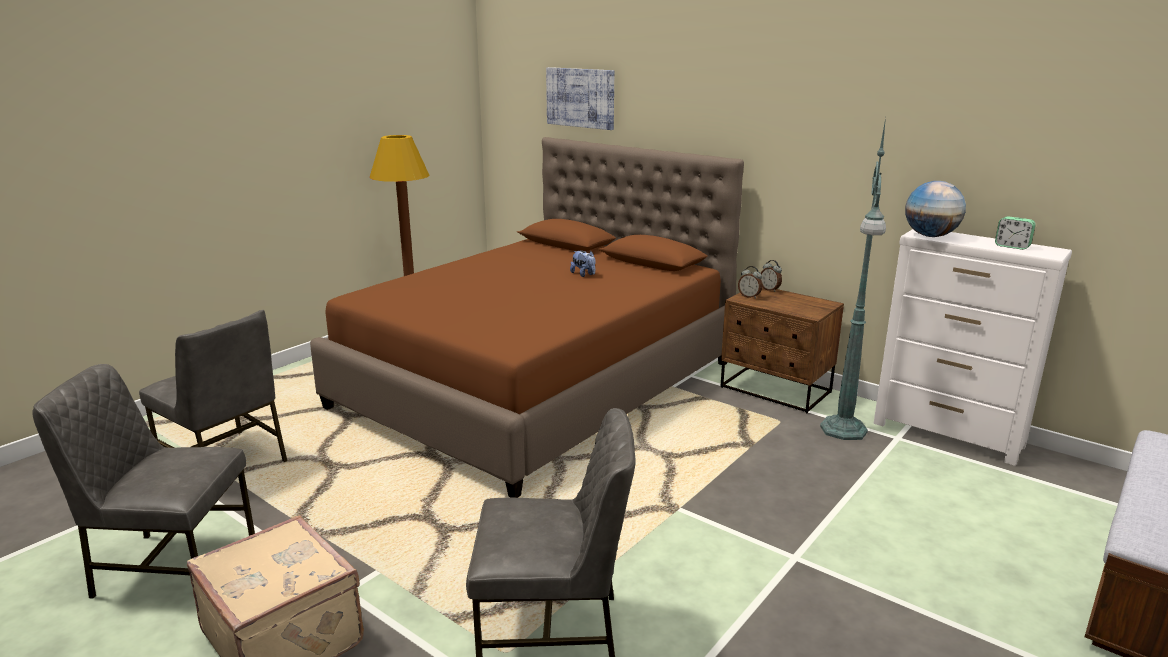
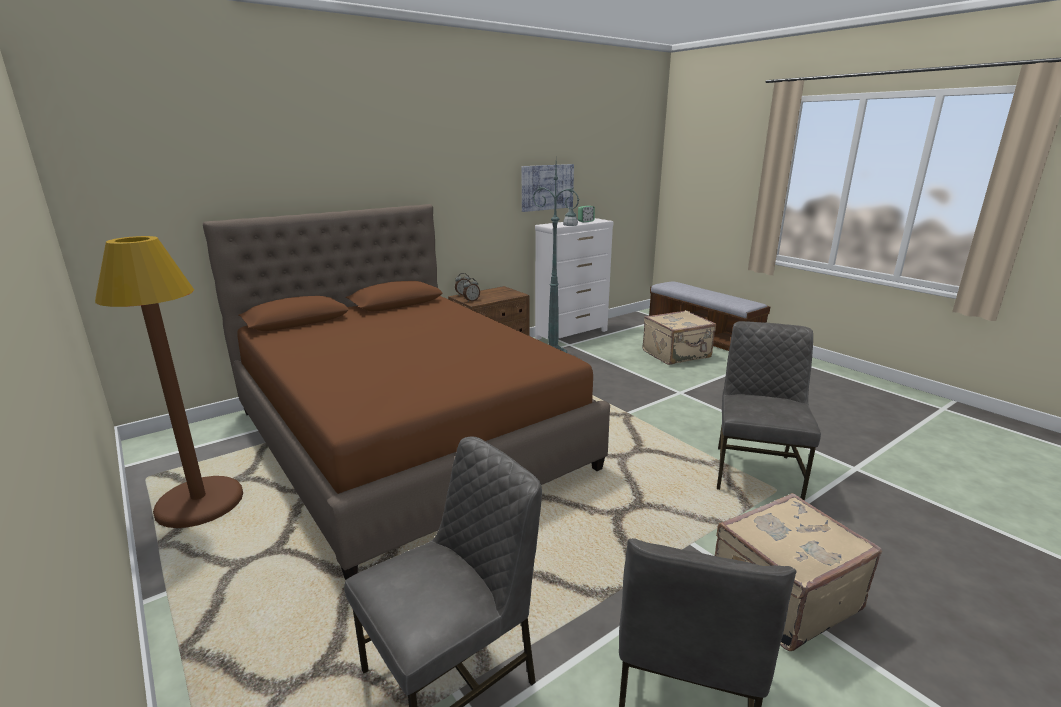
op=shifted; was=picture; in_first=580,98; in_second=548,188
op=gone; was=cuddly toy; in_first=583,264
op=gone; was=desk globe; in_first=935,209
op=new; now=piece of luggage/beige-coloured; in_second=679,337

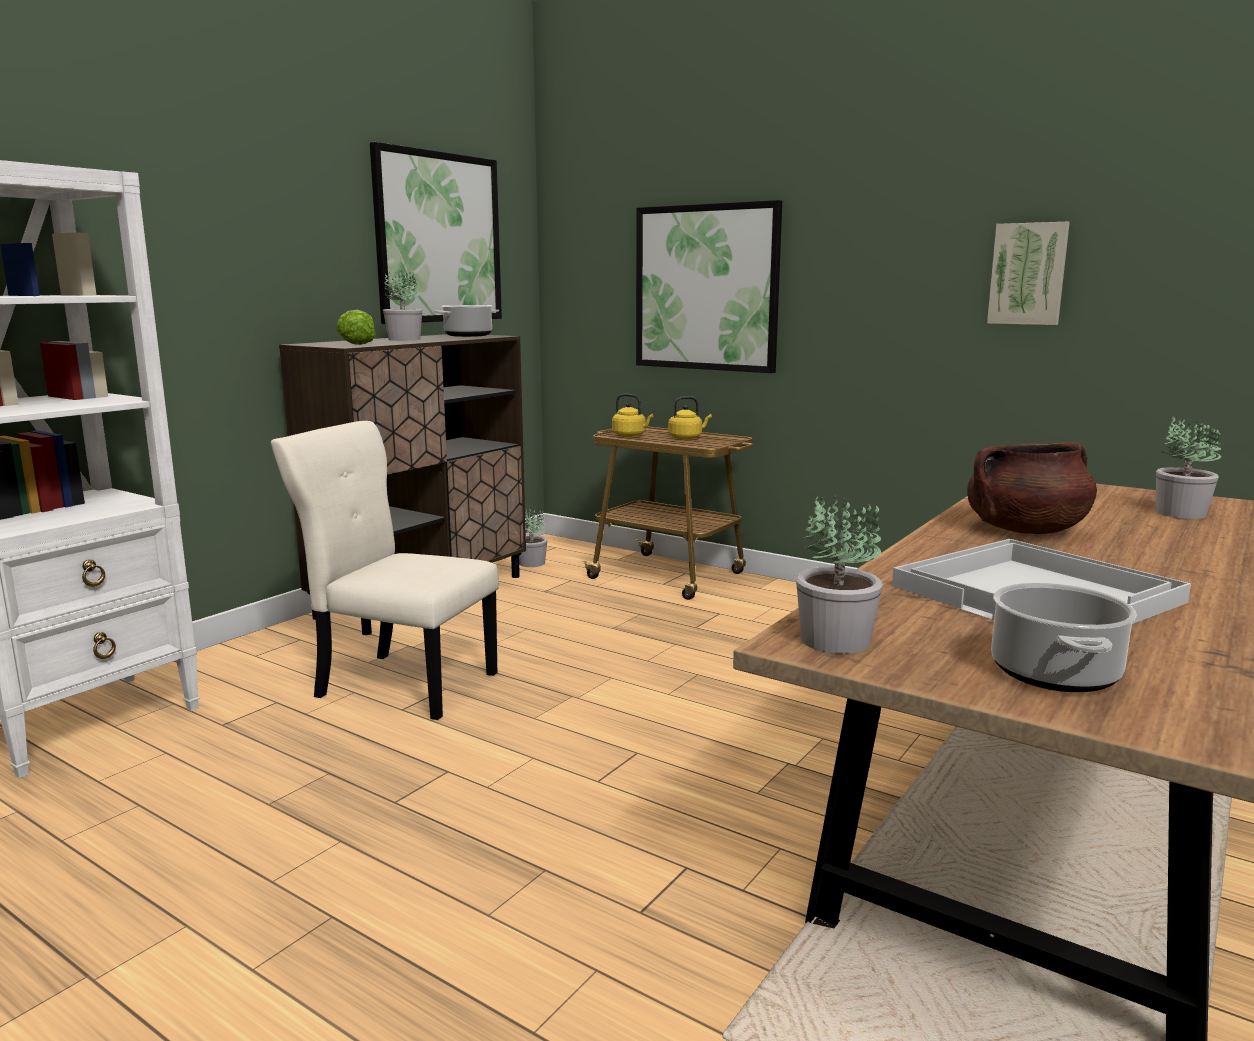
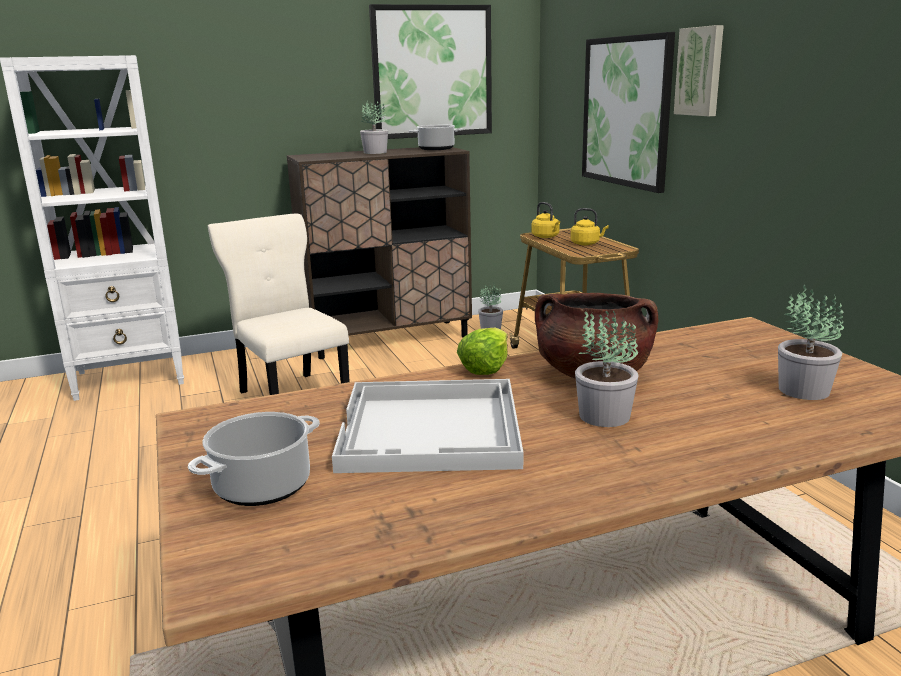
op=shifted; was=lettuce; in_first=356,327; in_second=482,351
op=shifted; was=houseplant; in_first=839,575; in_second=607,369
op=shifted; was=picture; in_first=1028,273; in_second=699,70

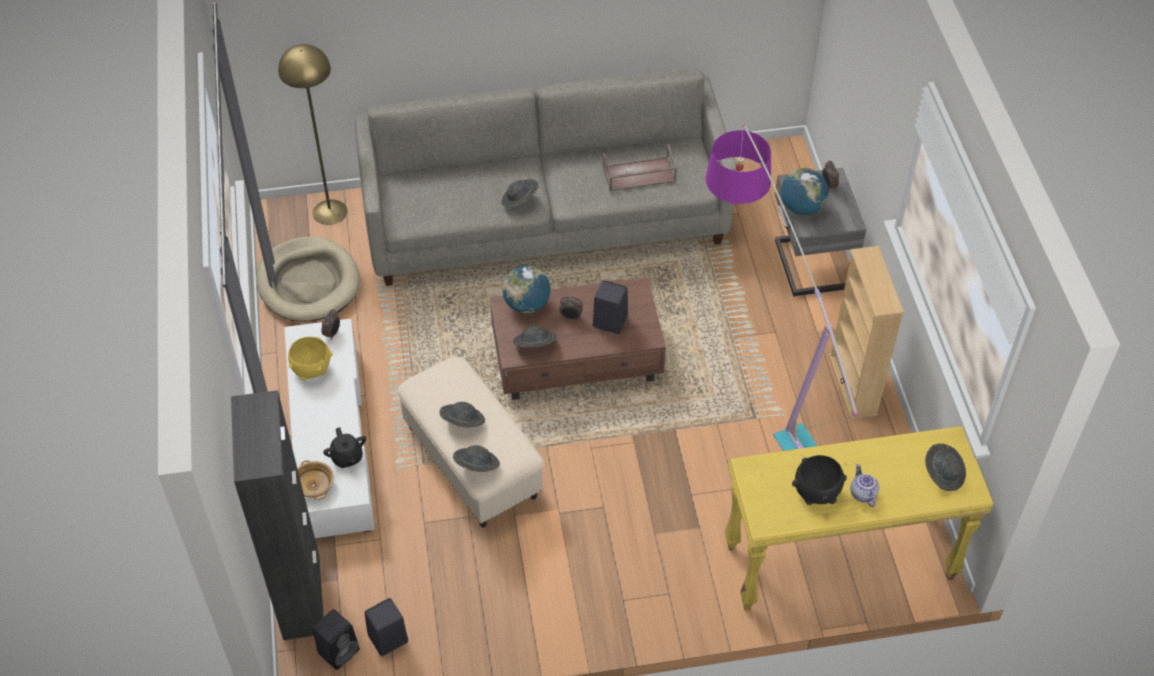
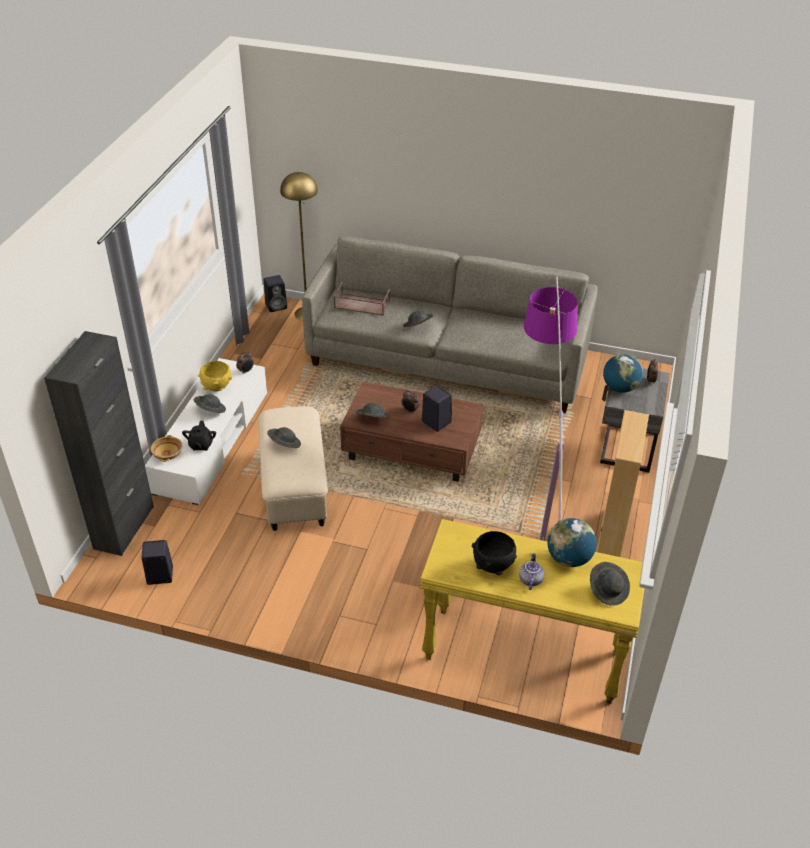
op=gone; was=dog bed/beige-coloured; in_first=308,279
op=shifted; was=loudspeaker/blackish; in_first=335,639; in_second=275,293
op=shifted; was=wearable hat/grey; in_first=476,458; in_second=210,403
op=shifted; was=desk globe; in_first=526,290; in_second=572,542
op=shifted; was=tray/brown-coloured; in_first=640,167; in_second=362,299

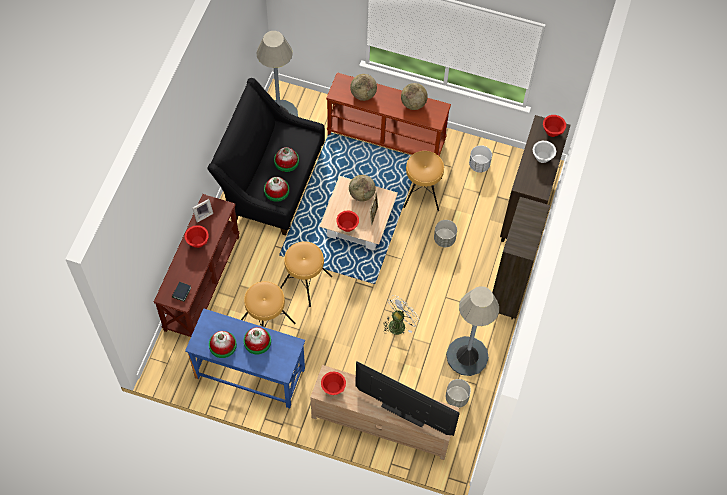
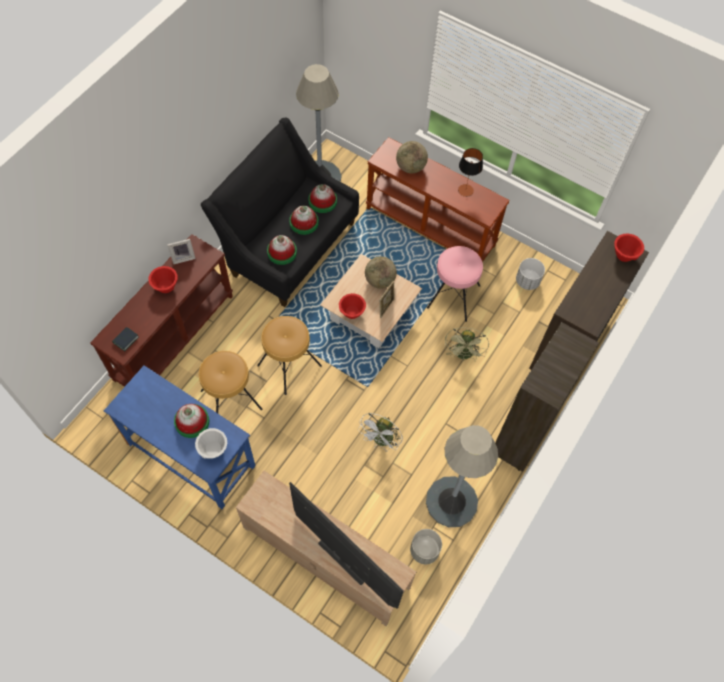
op=shifted; was=wearable hat; in_first=223,344; in_second=323,198
op=gone; was=serving bowl/red-coloured; in_first=333,383
op=rotated; was=fan/whitish; in_first=401,315; in_second=380,432; clockwise=150
op=swapped; was=desk globe; now=tabletop lamp; in_first=414,96; in_second=470,172
op=repainted; was=stool/brown-coloured; now=stool/pinkish; in_first=423,181; in_second=455,284
op=swapped; was=flower pot/grey; now=fan/greenish; in_first=445,233; in_second=466,344
op=shifted; was=serving bowl/whitish; in_first=544,152; in_second=211,443

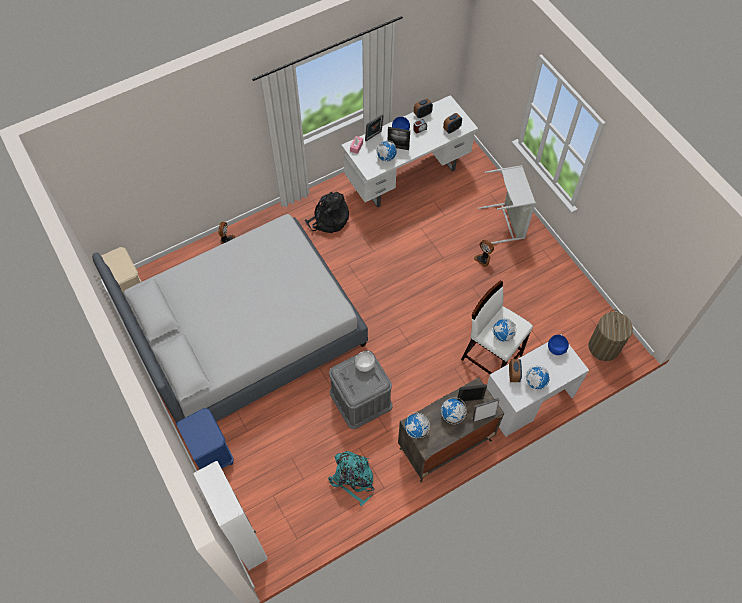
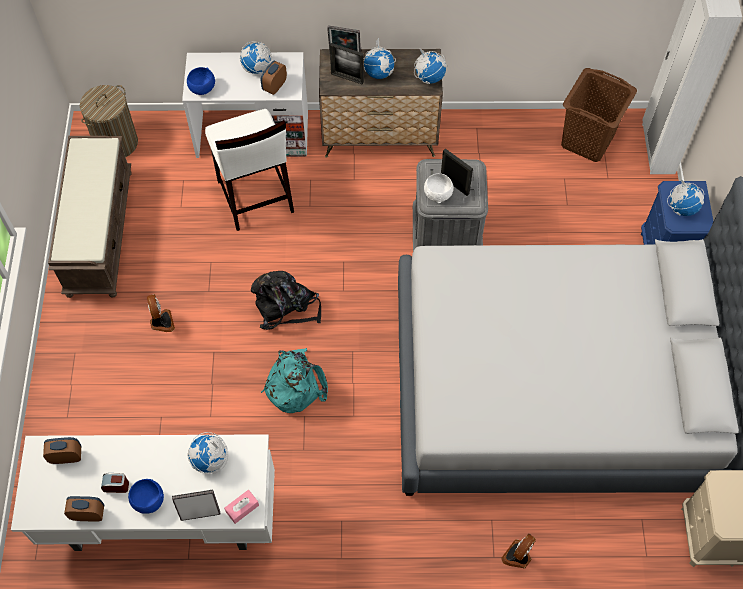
op=shifted; was=knapsack/blackish; in_first=327,212; in_second=286,300
op=shifted; was=knapsack/blue-green; in_first=351,478; in_second=294,380
op=shifted; was=photo frame; in_first=399,138; in_second=457,172
op=gone; was=laundry basket/grey; in_first=506,204
op=shifted; was=desk globe; in_first=504,330; in_second=685,197
op=new; now=long seat/brown-coloured; in_second=90,217
op=new; now=laundry basket/brown-coloured; in_second=599,115

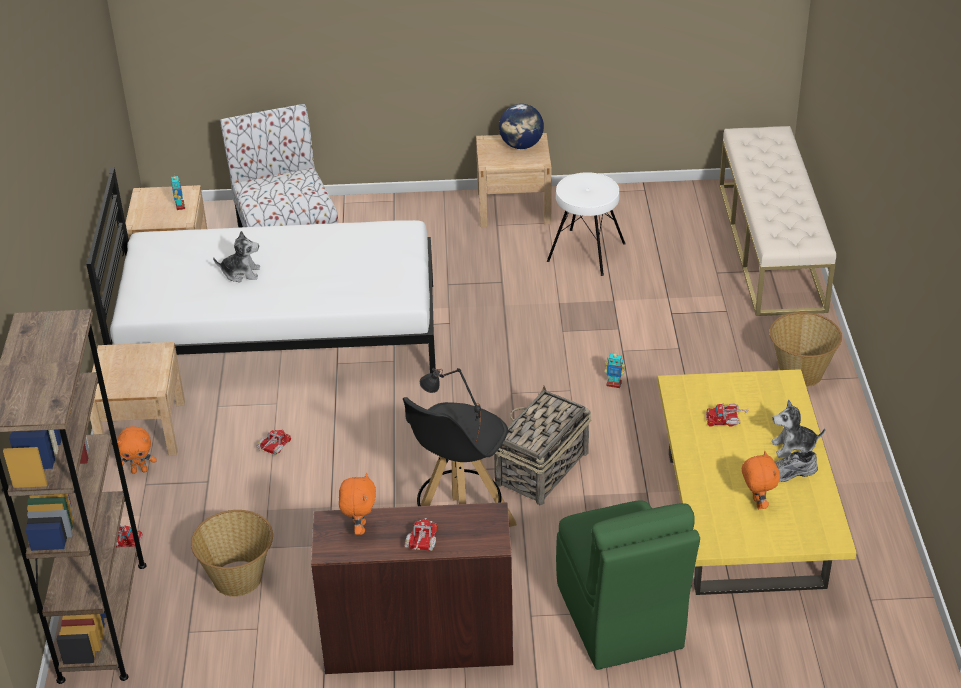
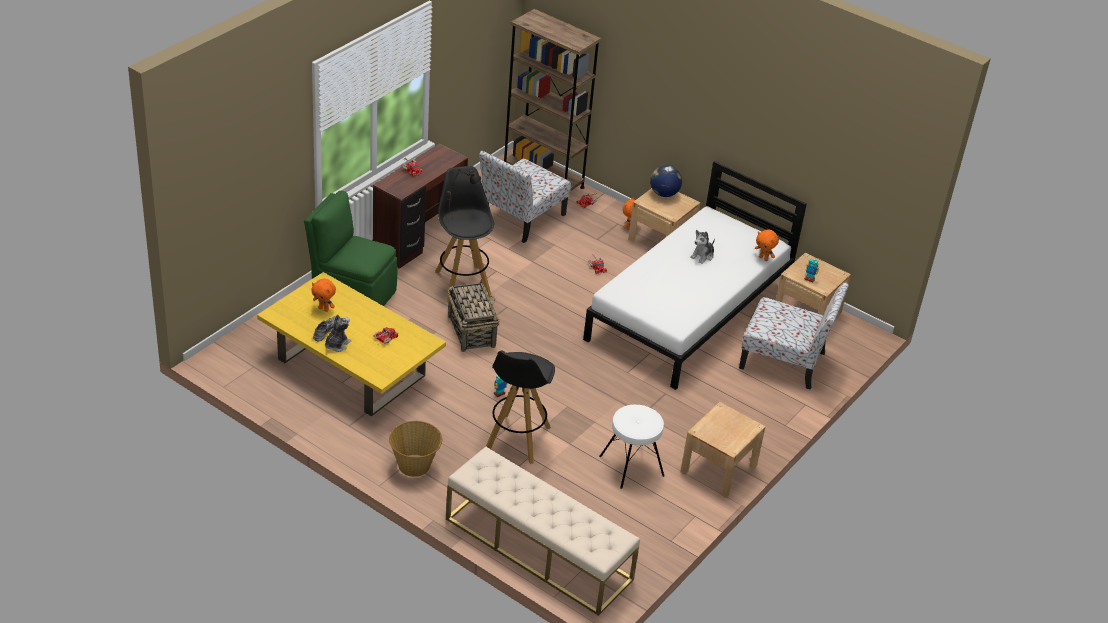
op=swapped; was=household basket; now=upright chair; in_first=232,553; in_second=525,197
op=shifted; was=cuddly toy/orange; in_first=357,504; in_second=767,245
op=shifted; was=desk globe; in_first=521,126; in_second=666,181
op=new; now=stool/blackish; in_second=520,407

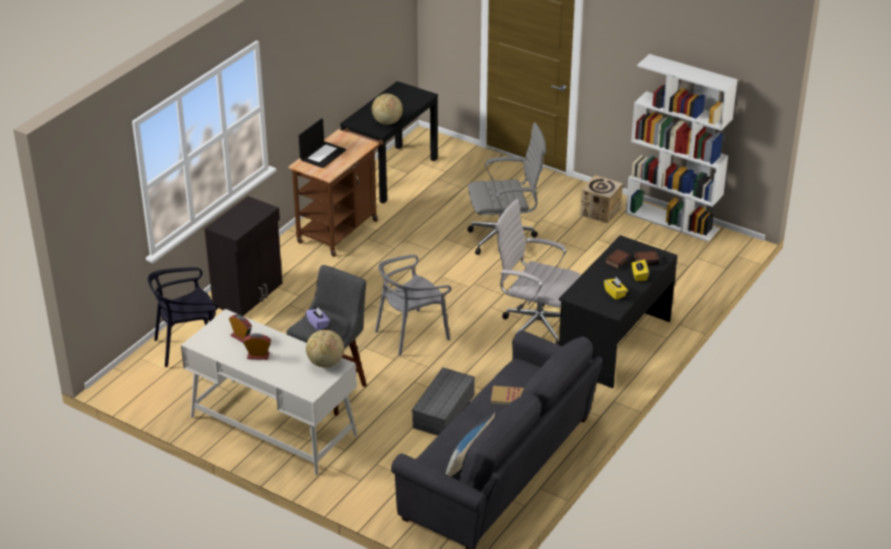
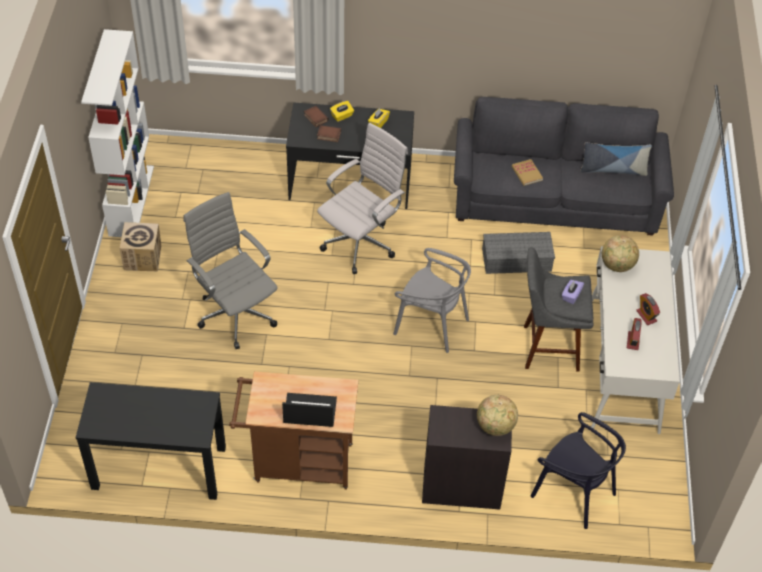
op=shifted; was=desk globe; in_first=387,109; in_second=497,415
op=rotated; was=computer chair/whitish; in_first=538,272; in_second=362,198; clockwise=-135

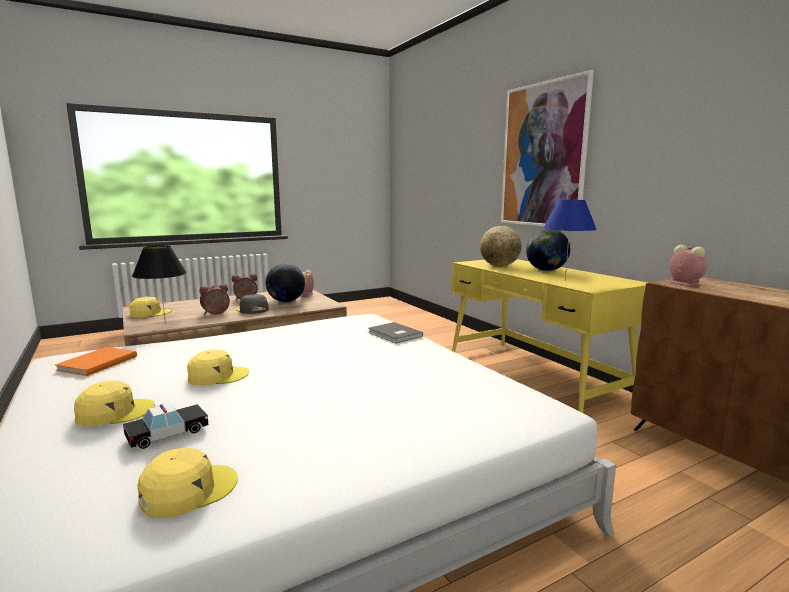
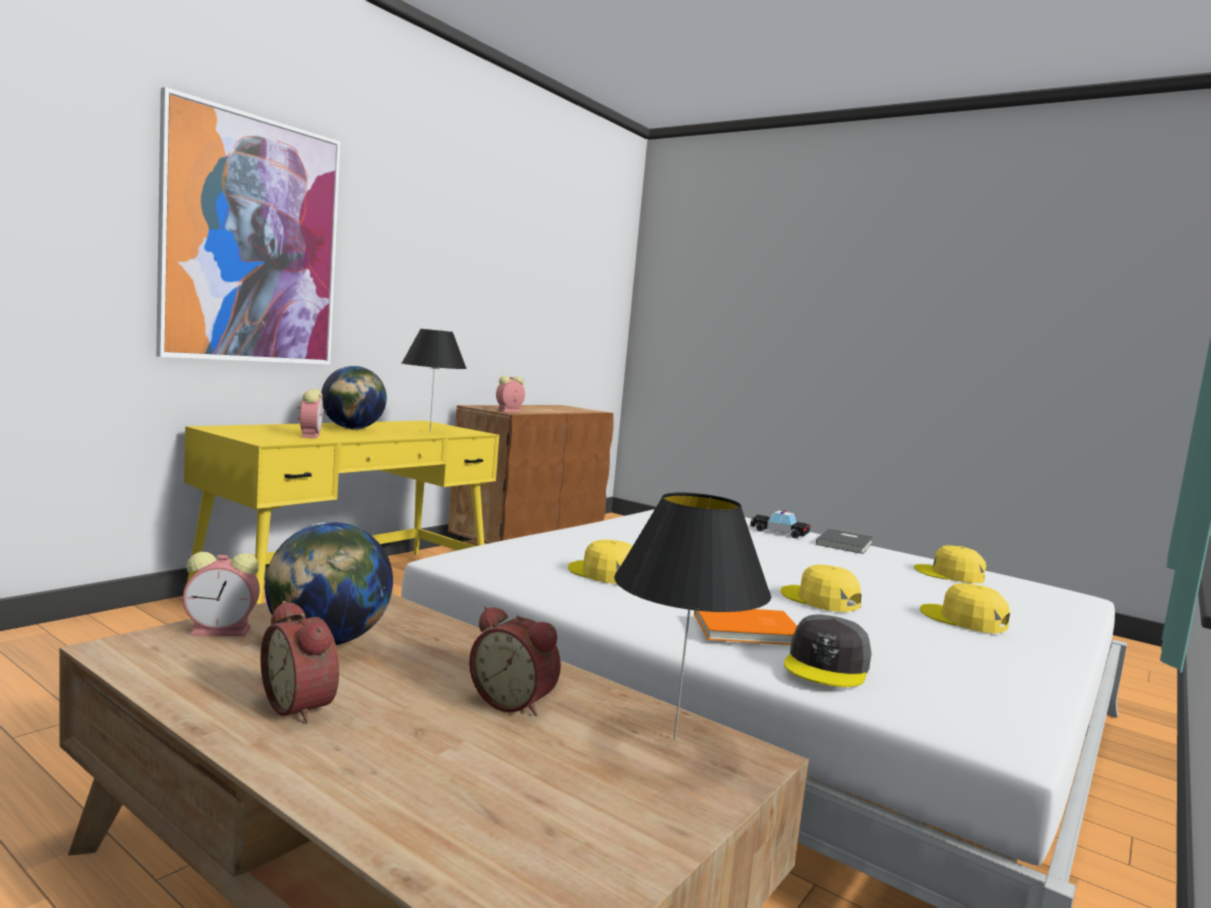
op=shifted; was=bound book/orange; in_first=96,361; in_second=745,627
op=shifted; was=model car; in_first=165,426; in_second=780,524
op=shifted; was=peaked cap/yellow-coloured; in_first=150,307; in_second=600,562
op=shifted; was=peaked cap/grey; in_first=252,304; in_second=828,650
op=shifted; was=bound book/grey; in_first=395,333; in_second=845,541
op=swapped; was=desk globe; now=bedside clock; in_first=501,246; in_second=310,413
op=repainted; was=tabletop lamp/blue; now=tabletop lamp/blackish; in_first=570,240; in_second=434,380

